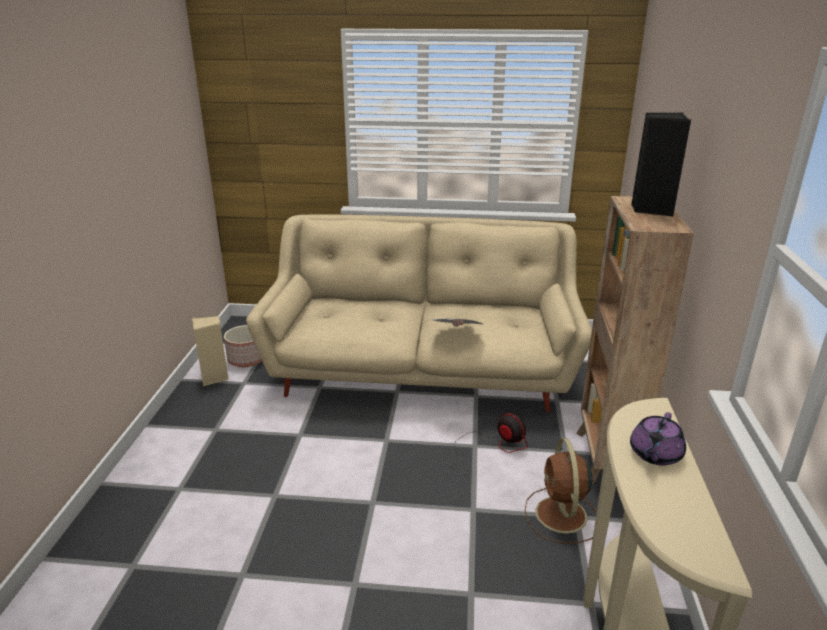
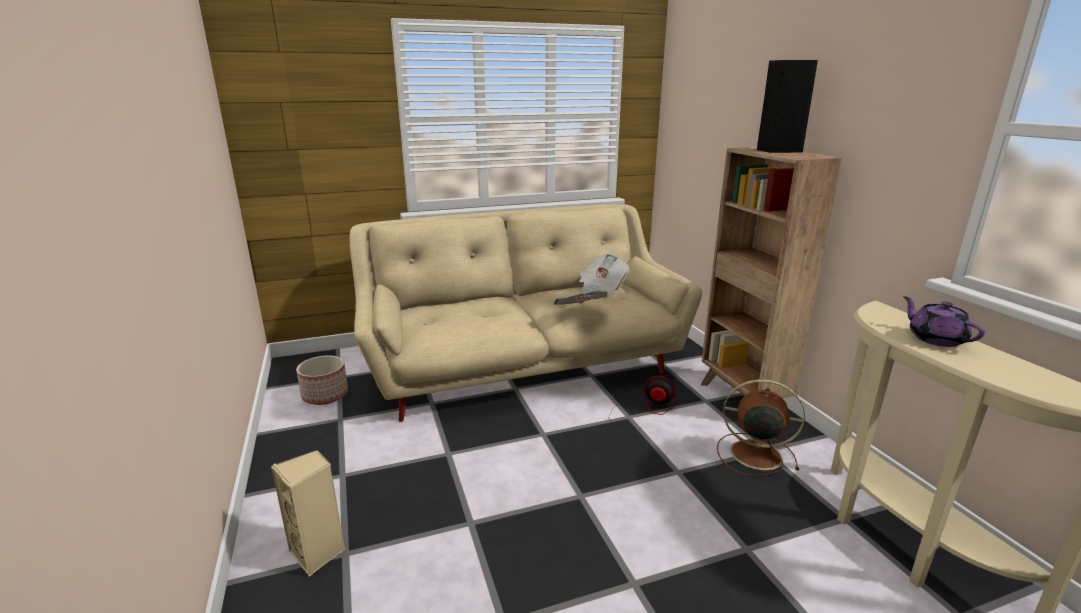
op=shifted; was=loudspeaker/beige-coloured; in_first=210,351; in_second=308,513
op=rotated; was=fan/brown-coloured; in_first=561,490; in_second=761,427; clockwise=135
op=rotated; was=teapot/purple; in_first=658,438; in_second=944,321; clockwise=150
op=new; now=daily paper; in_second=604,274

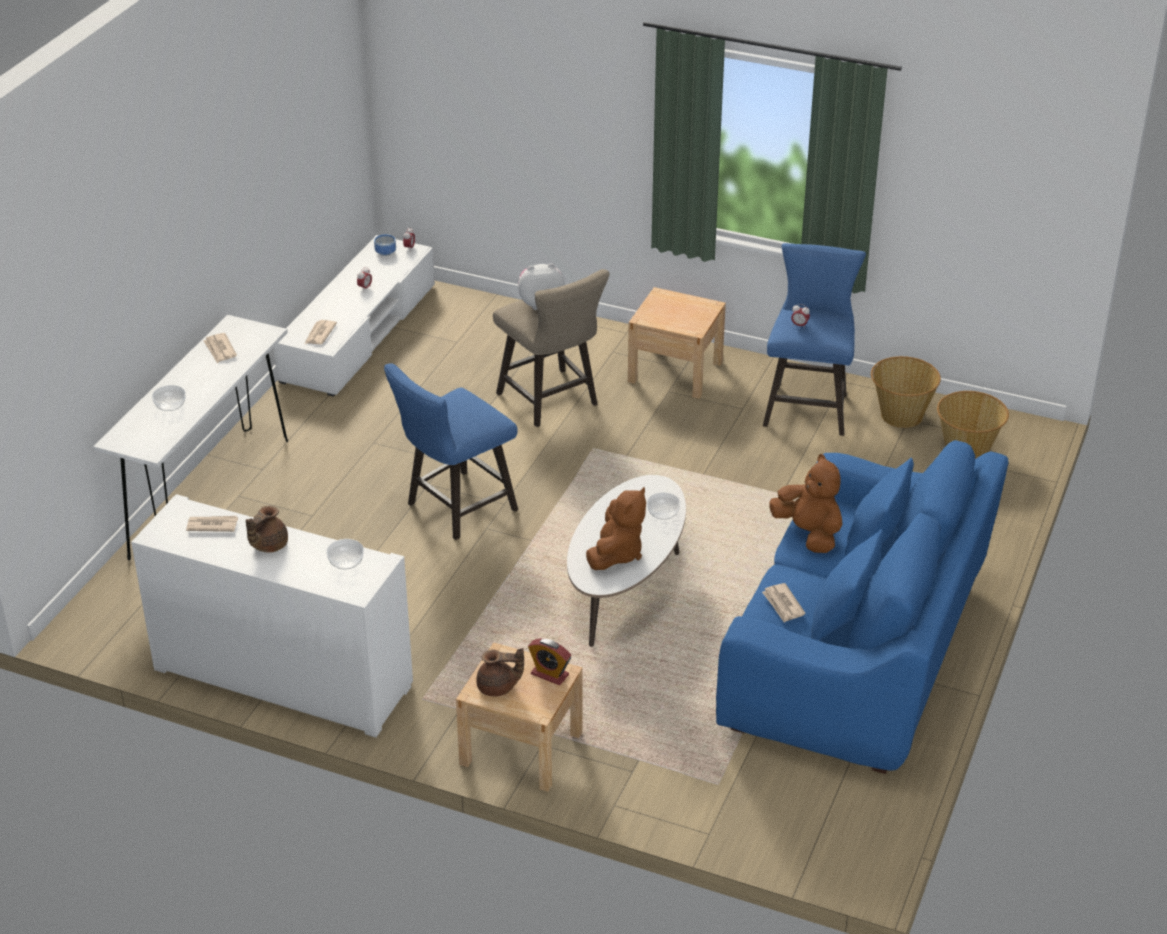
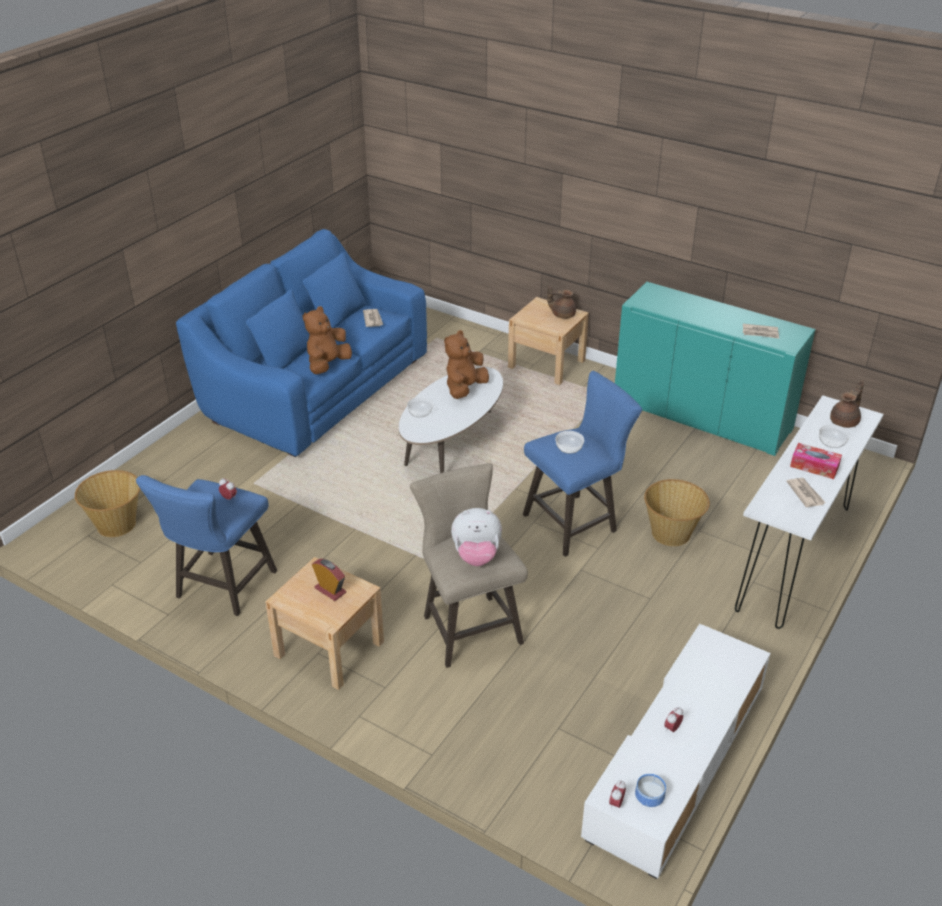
op=repainted; was=cabinet/whitish; now=cabinet/blue-green; in_first=272,615; in_second=715,369
op=shifted; was=teapot/brown-coloured; in_first=267,529; in_second=847,404
op=gone; was=daily paper; in_first=321,332
op=shifted; was=serving bowl; in_first=345,554; in_second=569,442
op=shifted; was=bedside clock; in_first=549,661; in_second=329,580
op=rotated; was=cuddly toy/brown-coloured; in_first=805,503; in_second=327,340; clockwise=60
op=shifted; was=household basket; in_first=906,392; in_second=677,512
op=new; now=box of tissues; in_second=816,461

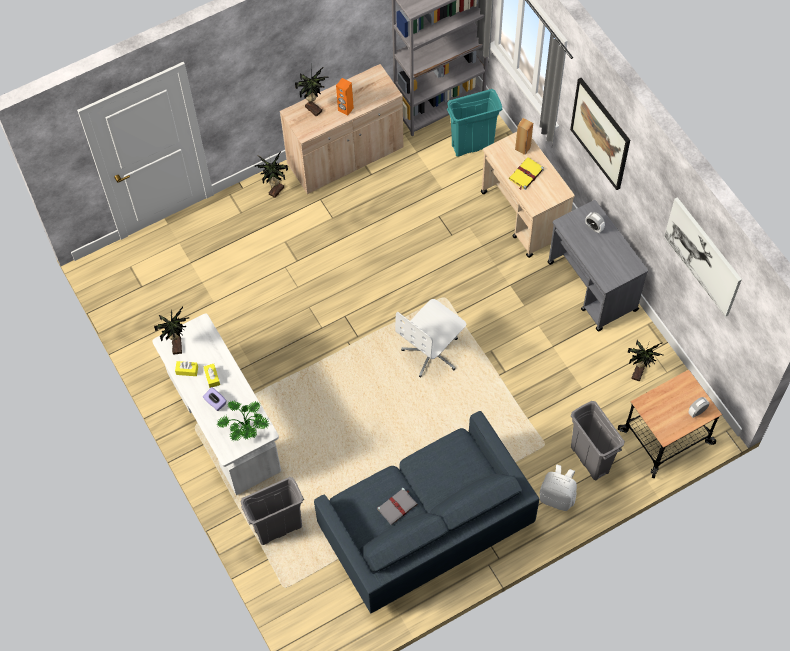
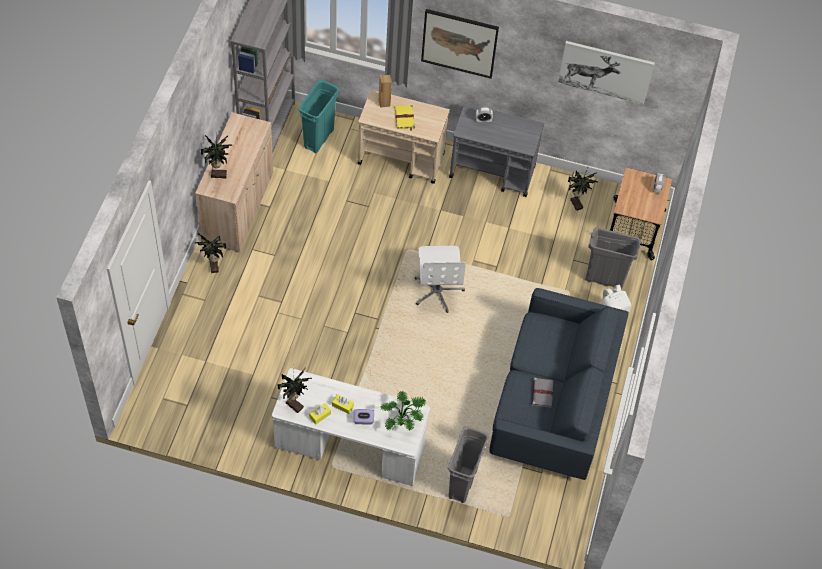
op=gone; was=loudspeaker/orange; in_first=345,97

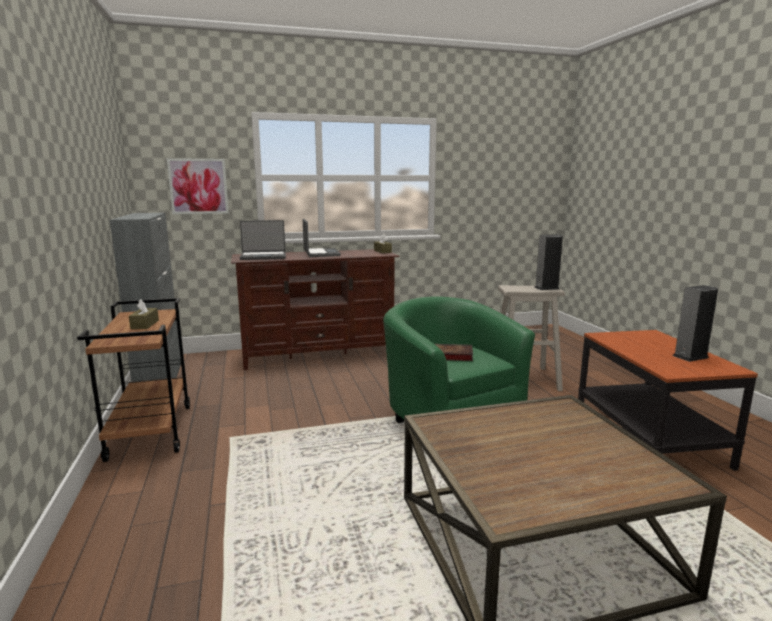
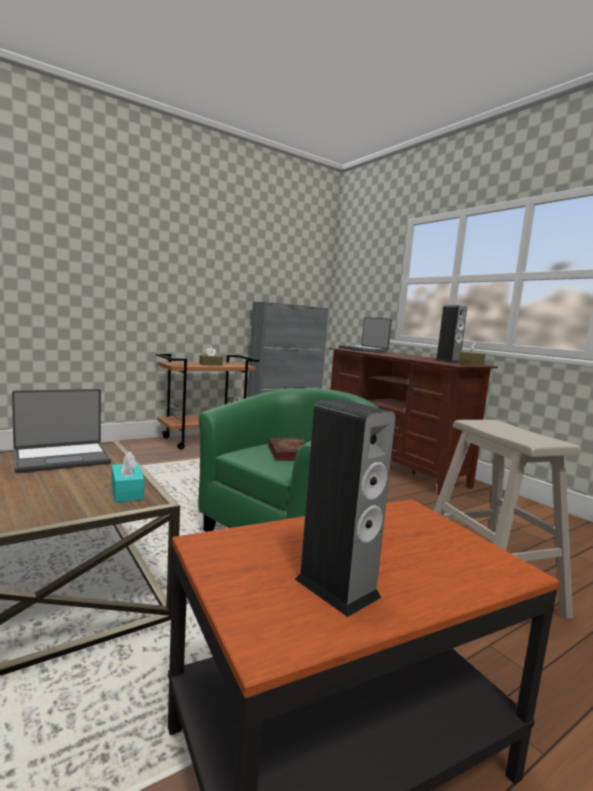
op=gone; was=picture; in_first=198,186
op=shifted; was=notebook computer; in_first=322,238; in_second=61,431
op=shifted; was=loudspeaker; in_first=548,262; in_second=451,334
op=new; now=box of tissues/blue-green; in_second=128,477

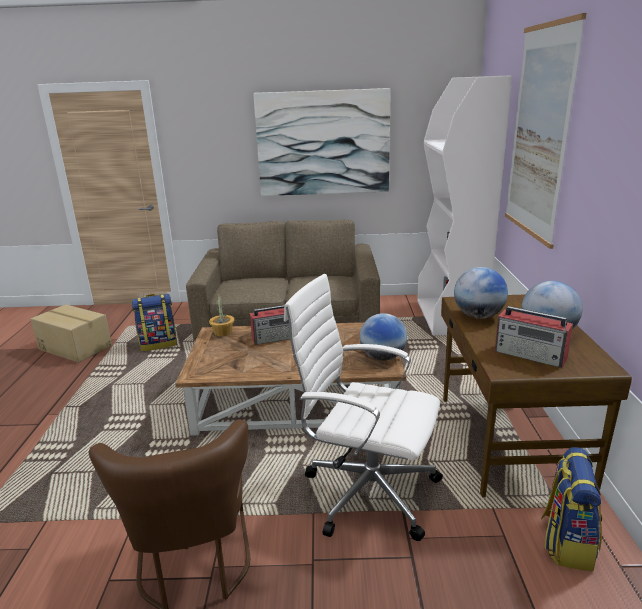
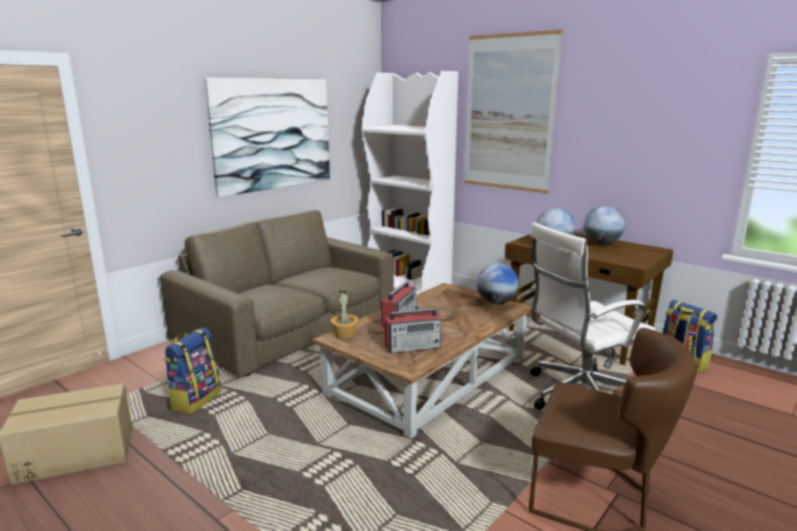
op=shifted; was=radio set; in_first=534,337; in_second=413,330

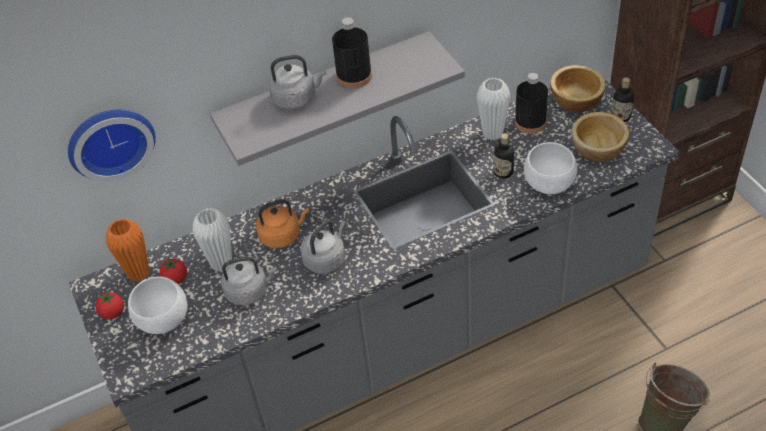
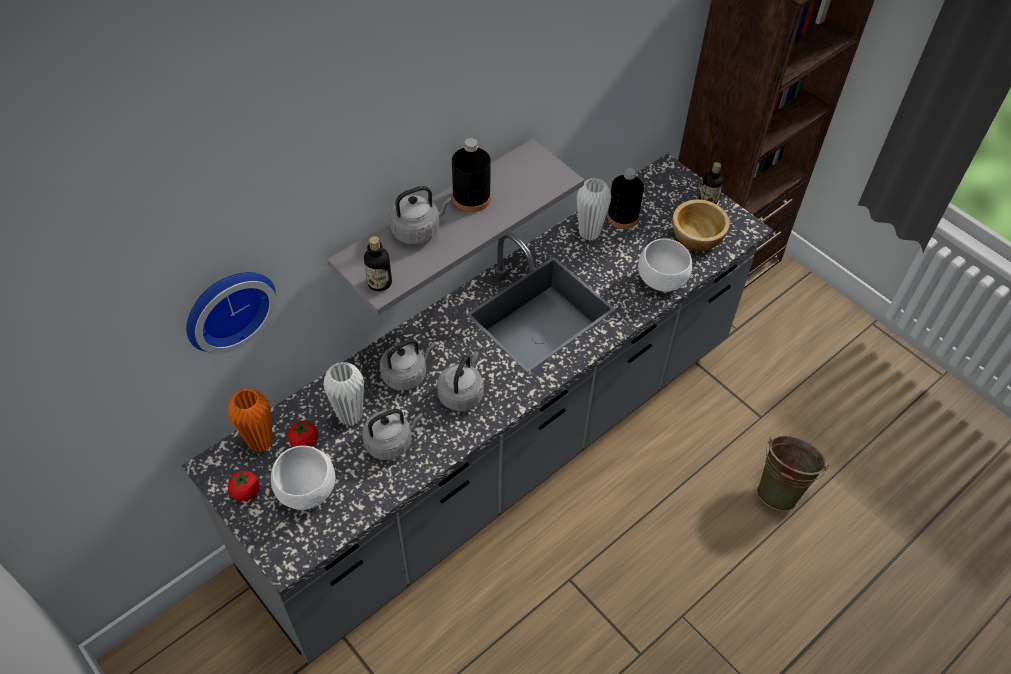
op=repainted; was=water kettle/orange; now=water kettle/grey; in_first=282,223; in_second=408,365
op=shifted; was=beverage bottle; in_first=504,156; in_second=378,263
op=gone; was=serving bowl; in_first=578,88

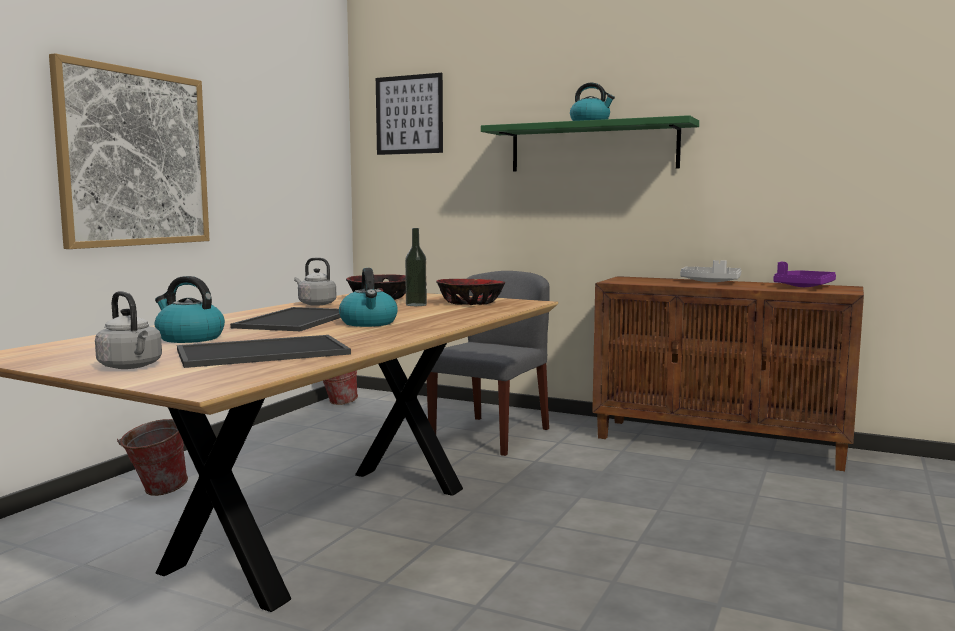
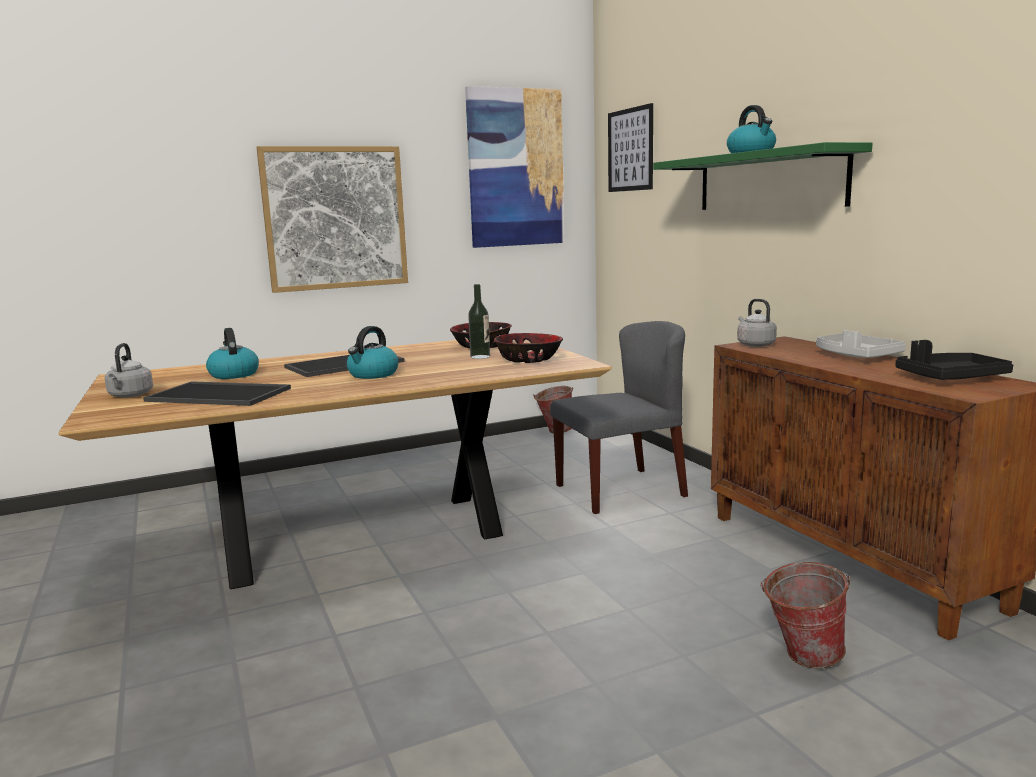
op=shifted; was=pail; in_first=152,457; in_second=805,615
op=shifted; was=water kettle/grey; in_first=315,282; in_second=757,323
op=repainted; was=tray/purple; now=tray/blackish; in_first=804,274; in_second=954,360
op=new; now=picture; in_second=515,167

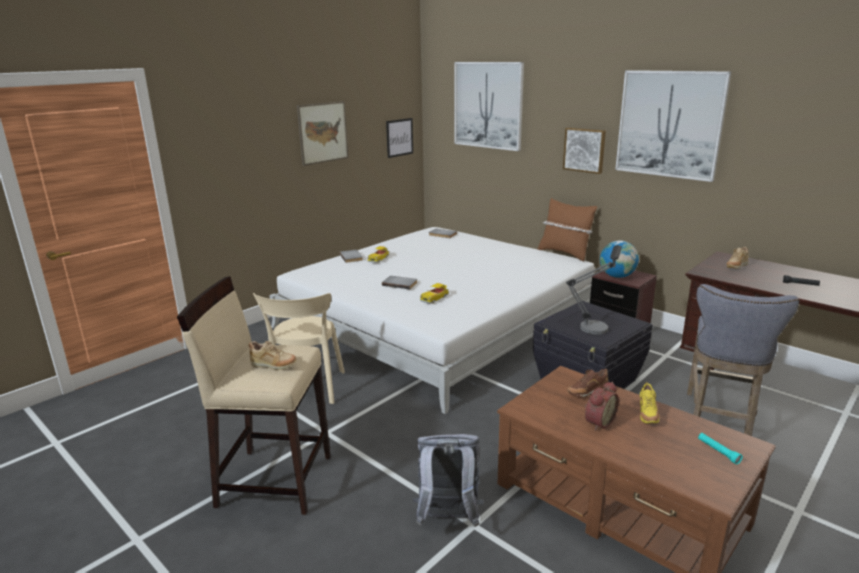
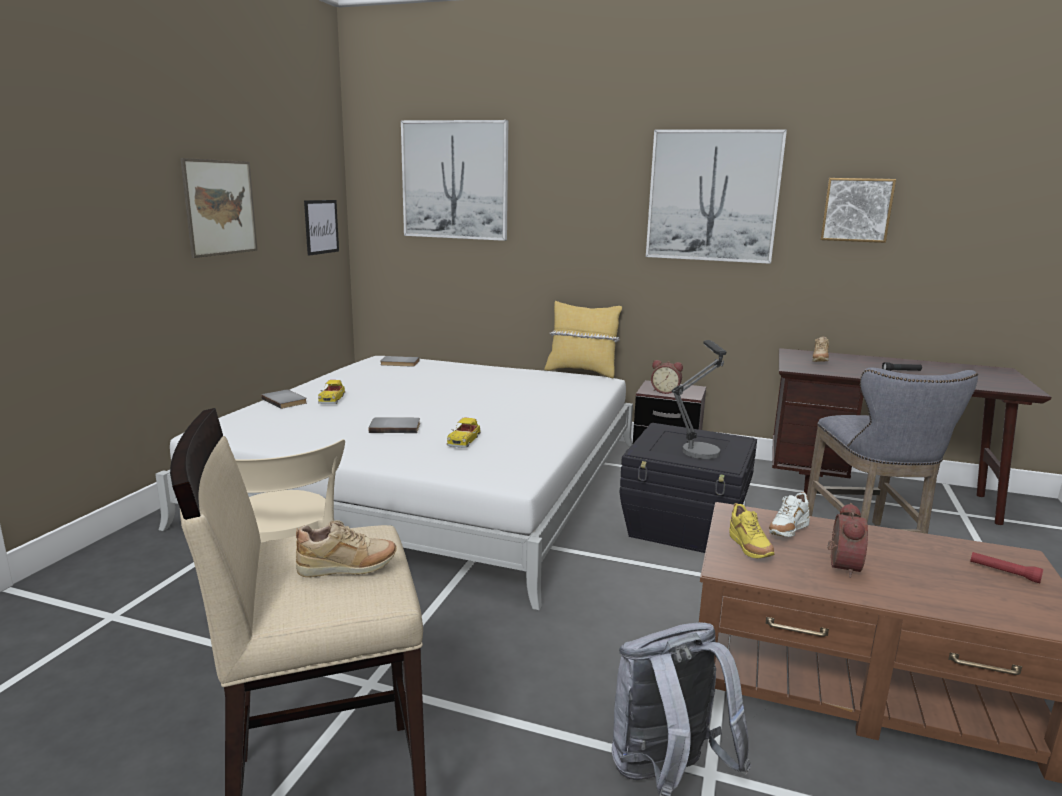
op=repainted; was=throw pillow/brown-coloured; now=throw pillow/yellow-coloured; in_first=567,229; in_second=583,339
op=shifted; was=picture; in_first=584,150; in_second=858,210
op=repainted; was=shoe/brown-coloured; now=shoe/whitish; in_first=588,383; in_second=789,514
op=swapped; was=desk globe; now=bedside clock; in_first=619,259; in_second=667,377
op=shifted; was=shoe/yellow-coloured; in_first=649,403; in_second=751,530
op=repainted; was=flashlight/blue-green; now=flashlight/red-coloured; in_first=720,448; in_second=1006,567

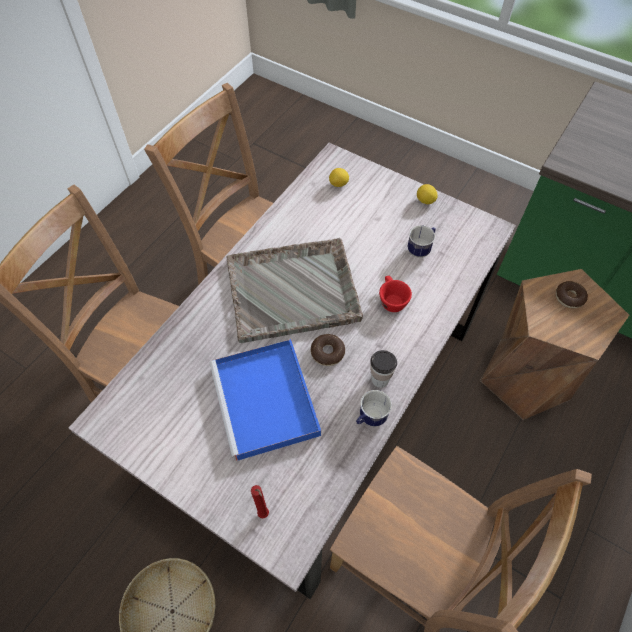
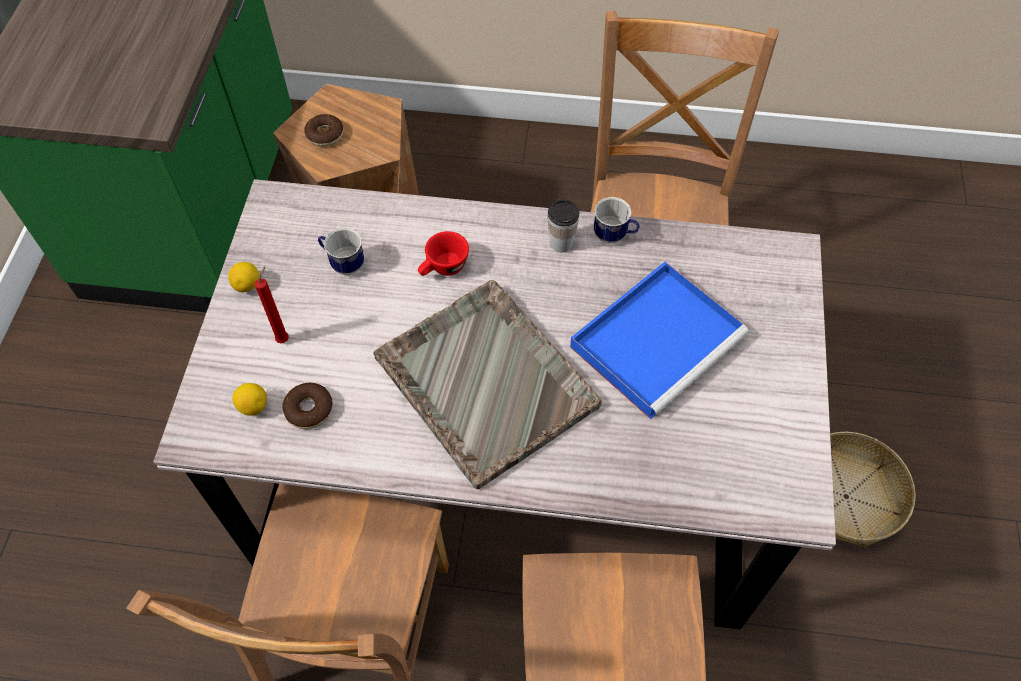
op=shifted; was=wax candle/red-coloured; in_first=260,501; in_second=272,305
op=shifted; was=doughnut; in_first=328,350; in_second=307,406

